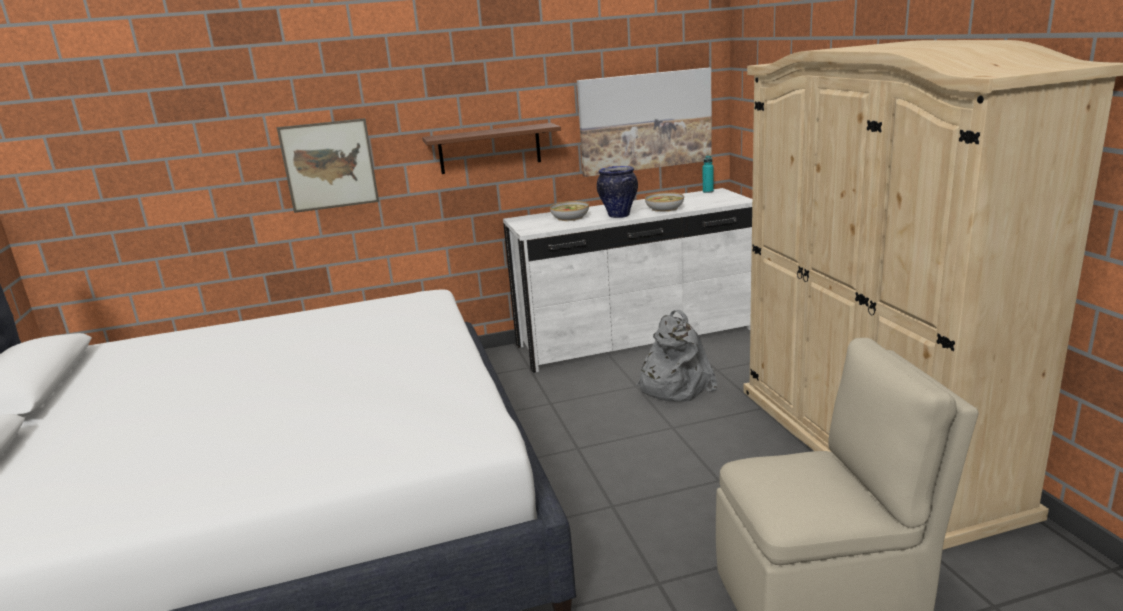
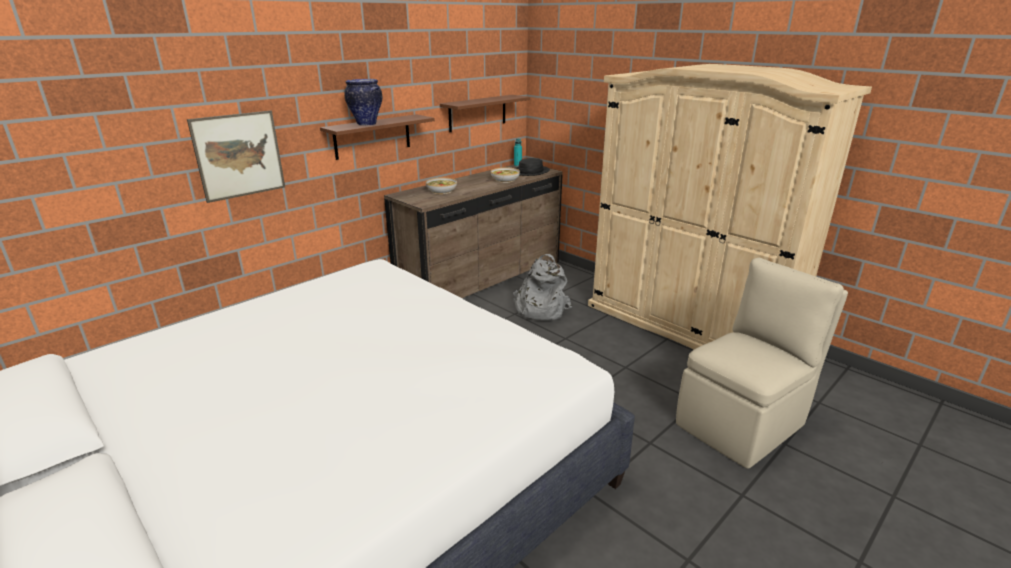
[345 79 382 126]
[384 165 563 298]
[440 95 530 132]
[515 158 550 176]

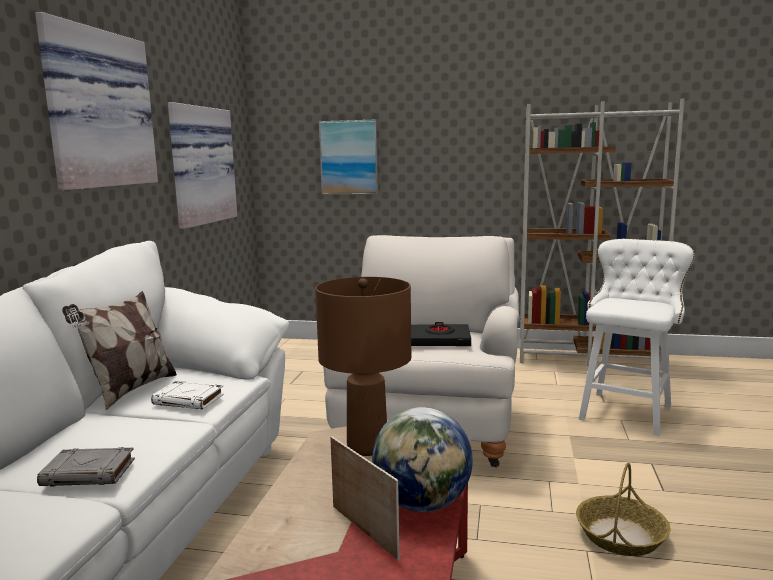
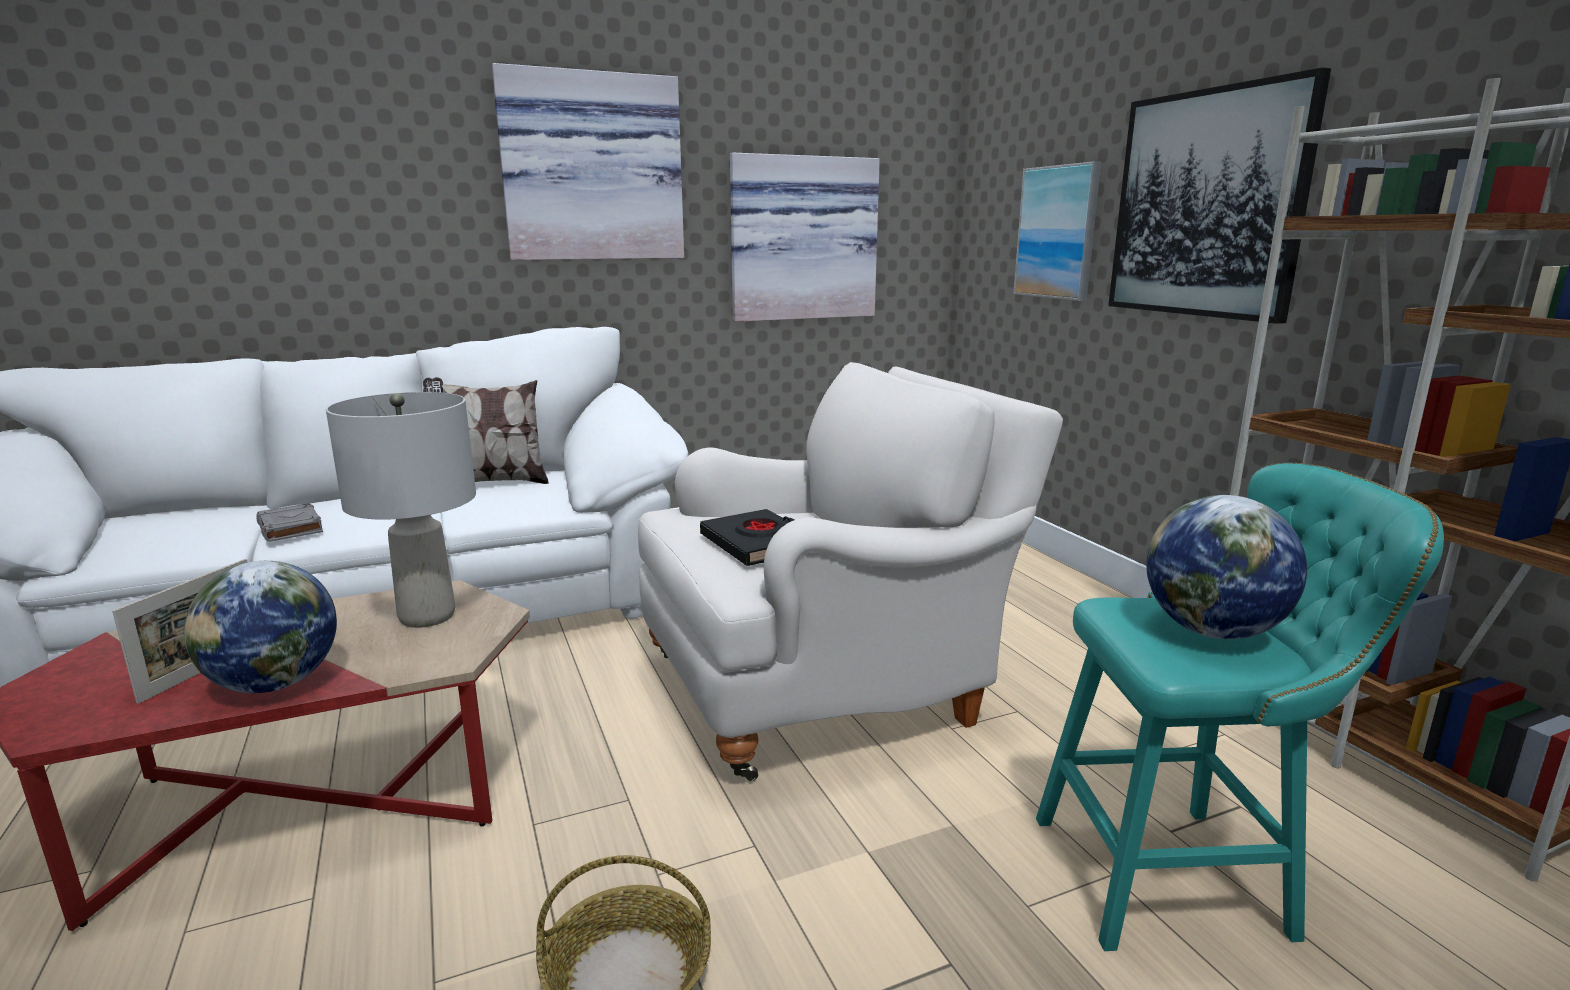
[326 392 476 628]
[1036 463 1444 951]
[1108 67 1331 324]
[1146 495 1307 639]
[151 381 224 409] (first image)

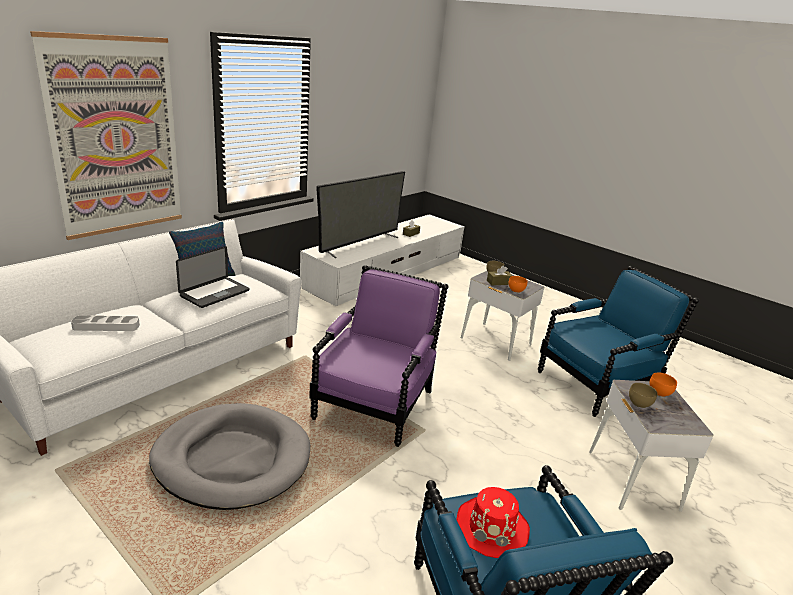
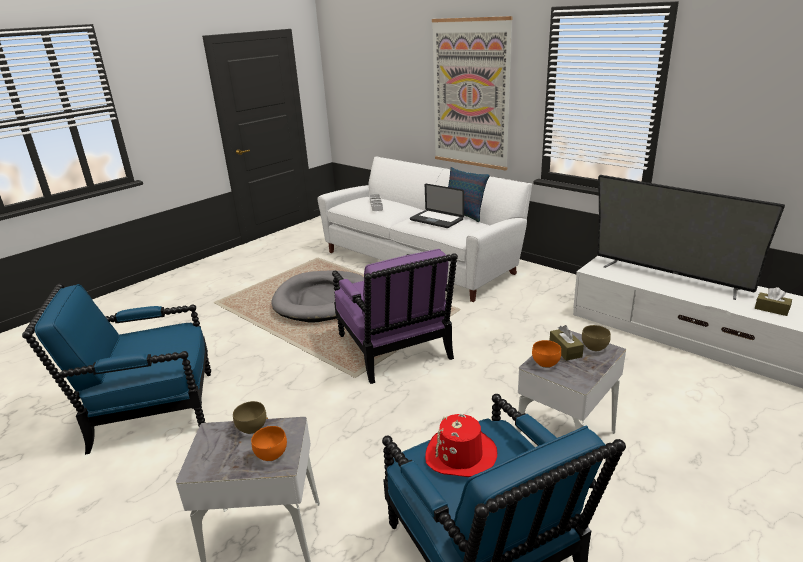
[332 249 458 384]
[425 414 497 477]

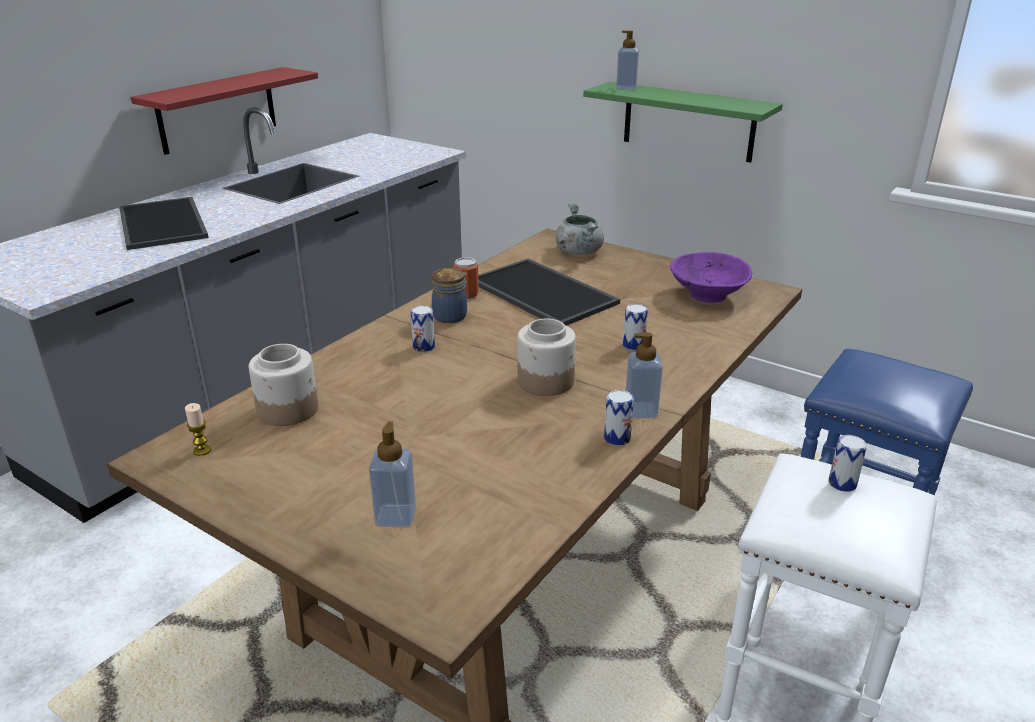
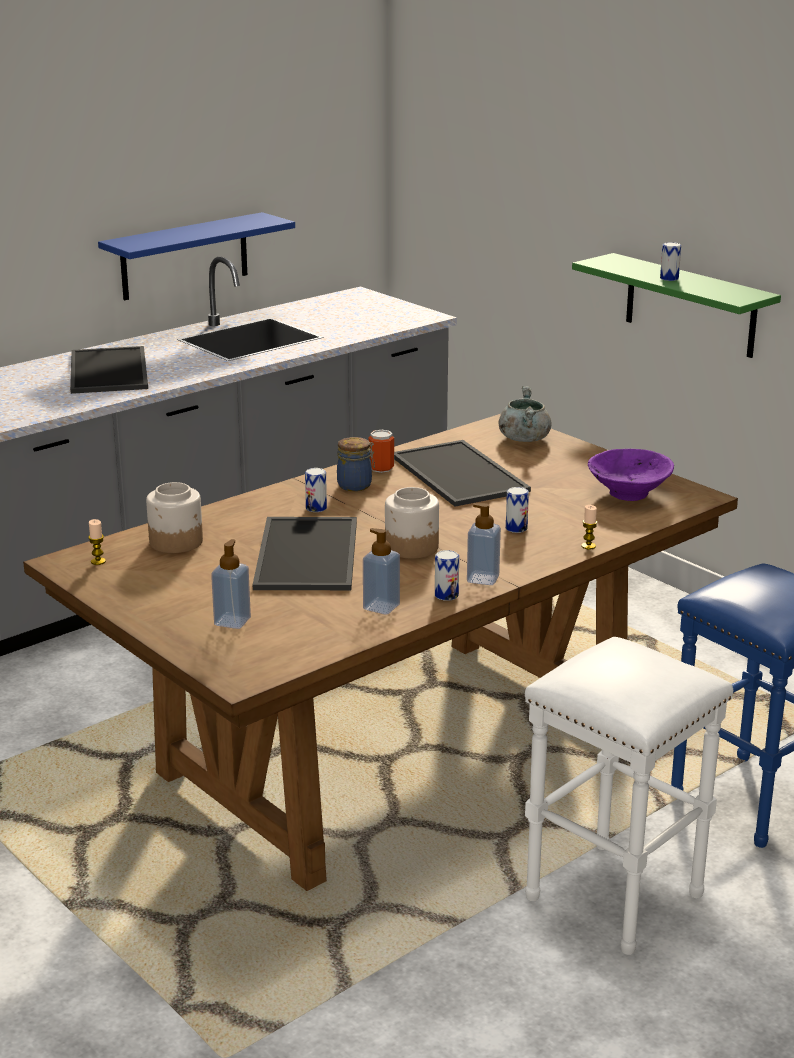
[98 212 295 300]
[253 517 357 590]
[363 528 400 615]
[581 505 597 549]
[660 242 681 281]

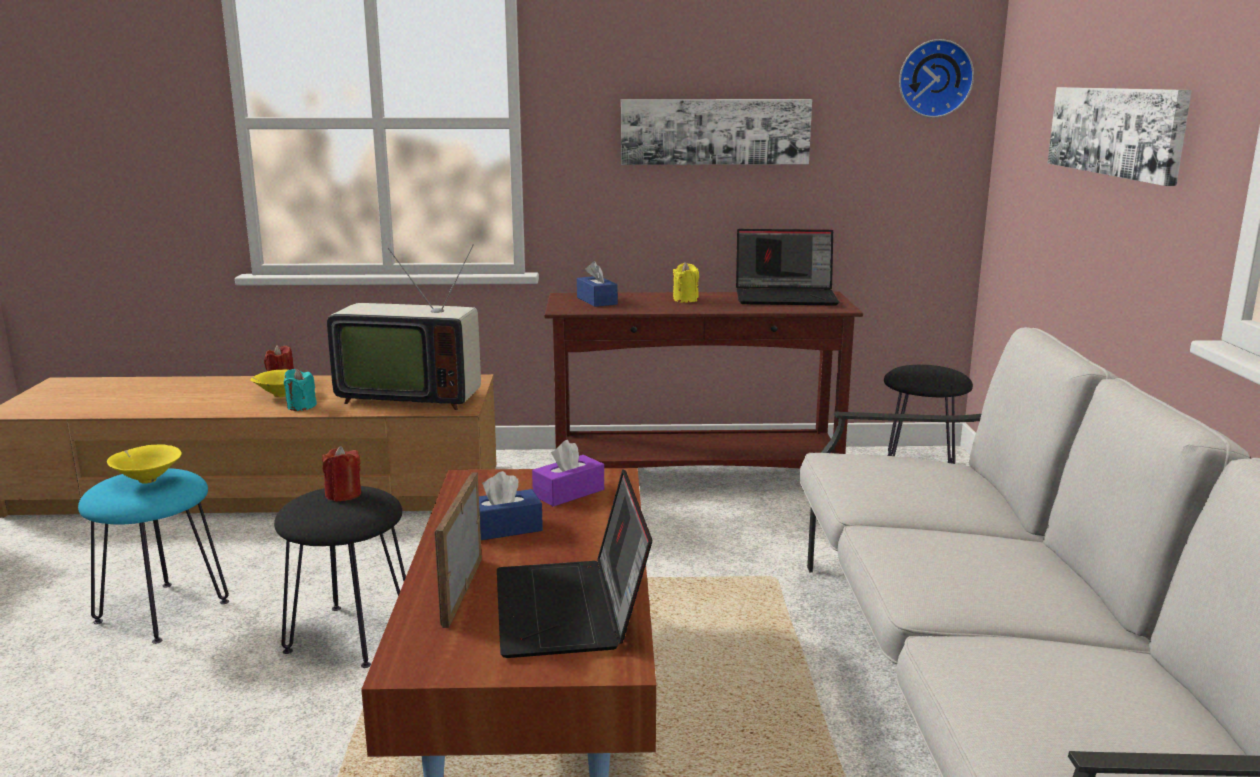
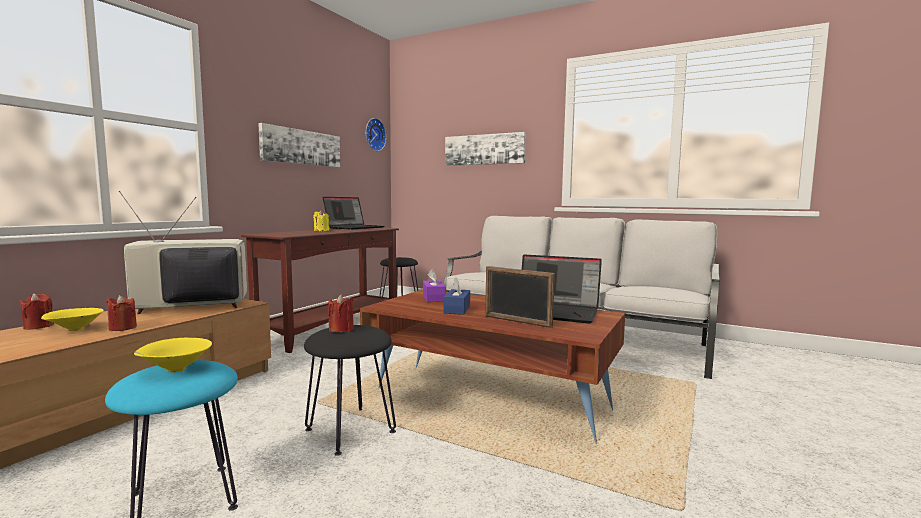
[106 295 137 331]
[119 191 247 314]
[577 261 618 307] (first image)

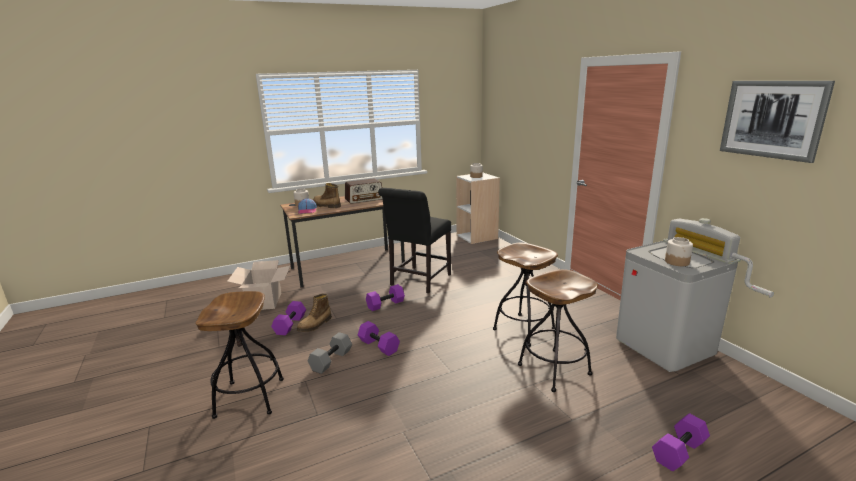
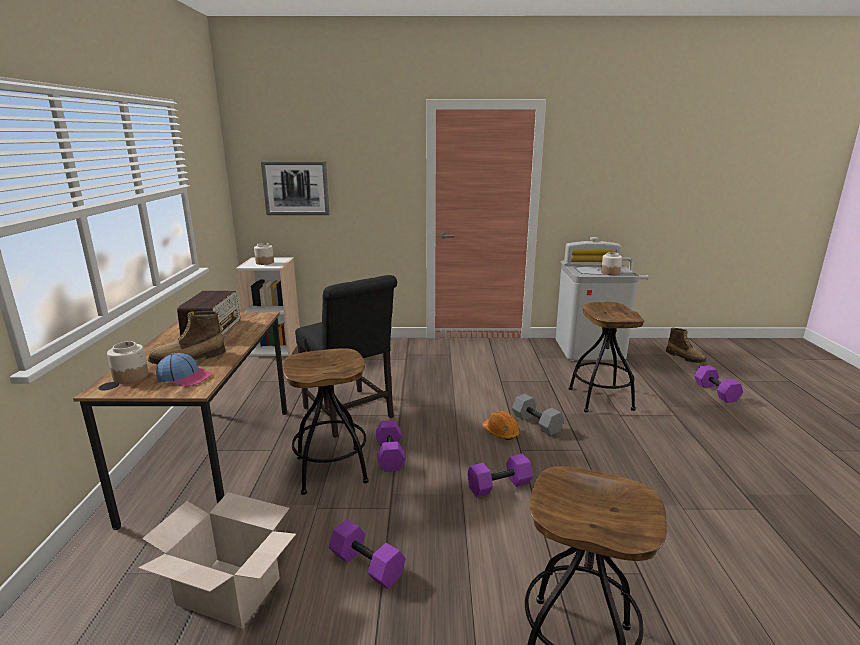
[261 161 329 215]
[282 348 369 495]
[482 411 520 440]
[512 394 564 436]
[666 328 706 363]

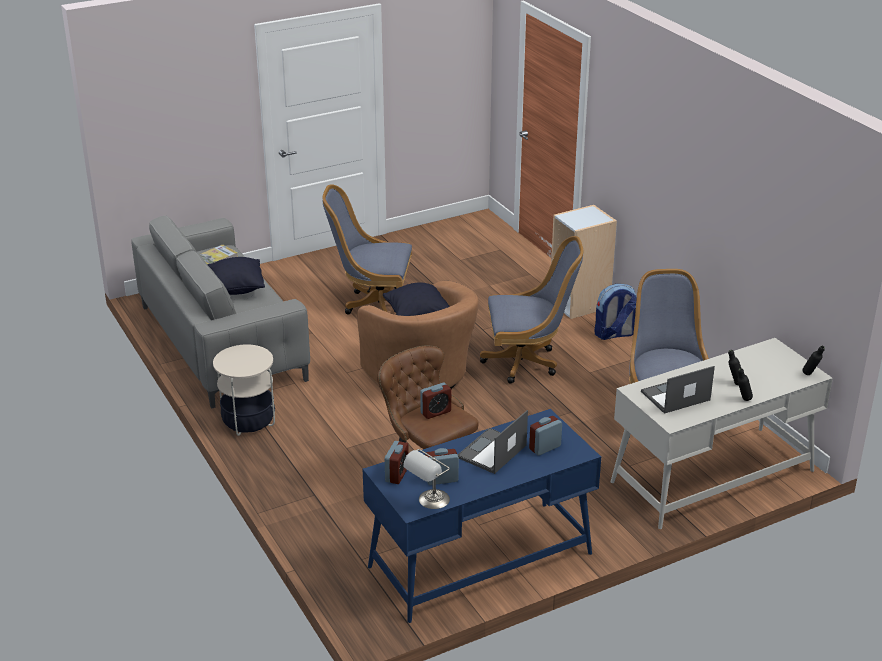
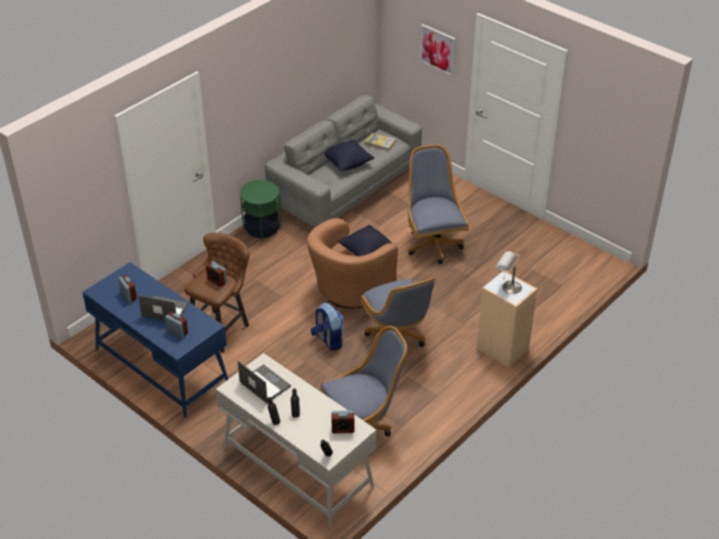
[240 180 281 241]
[311 303 344 351]
[331 411 354 433]
[420 24 456 76]
[496 251 522 294]

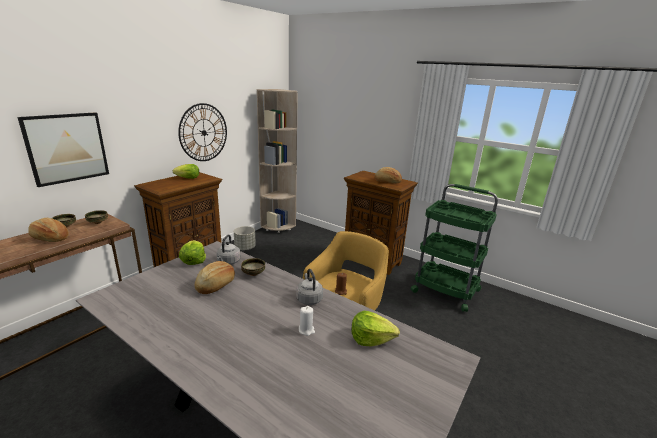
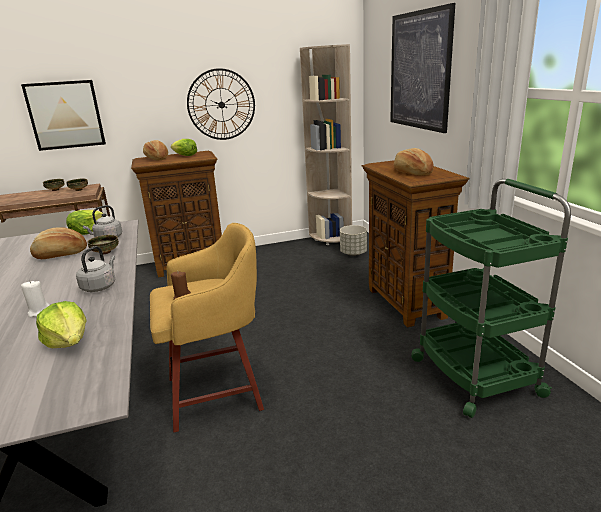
[143 140 168 160]
[340 225 367 256]
[390 3 455 133]

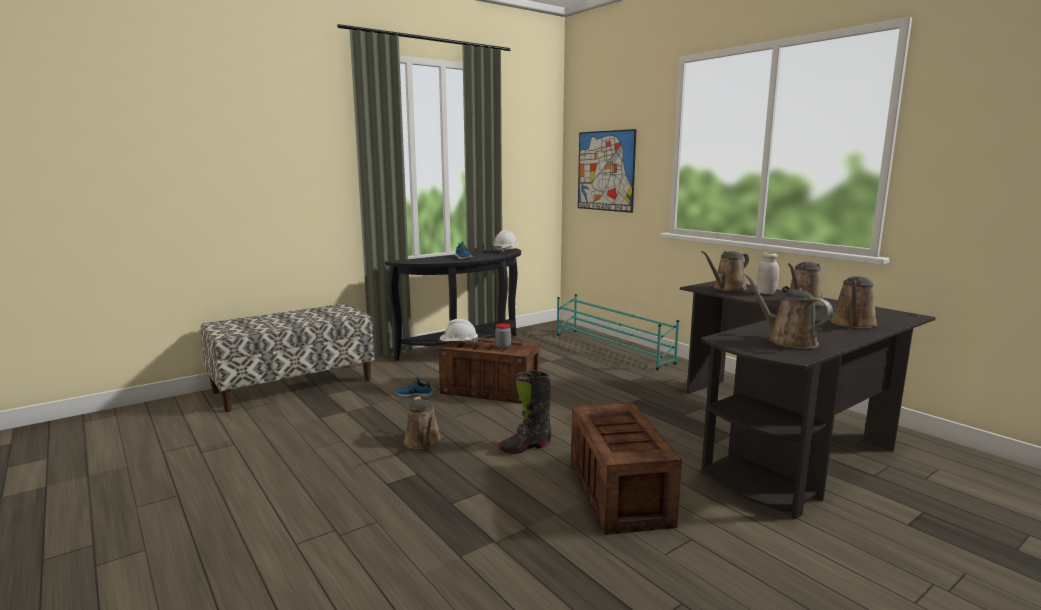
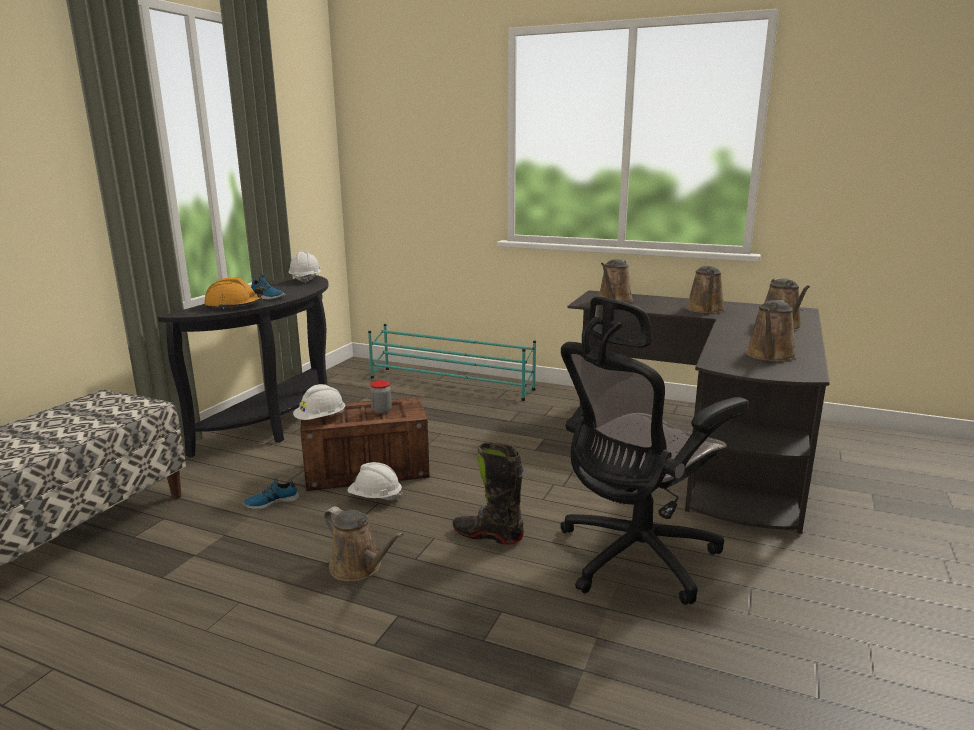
[204 277 264 309]
[347 462 402 501]
[453 442 524 545]
[561 296 749 605]
[745 300 797 362]
[578 129 637 213] (first image)
[757 252 779 294] (first image)

